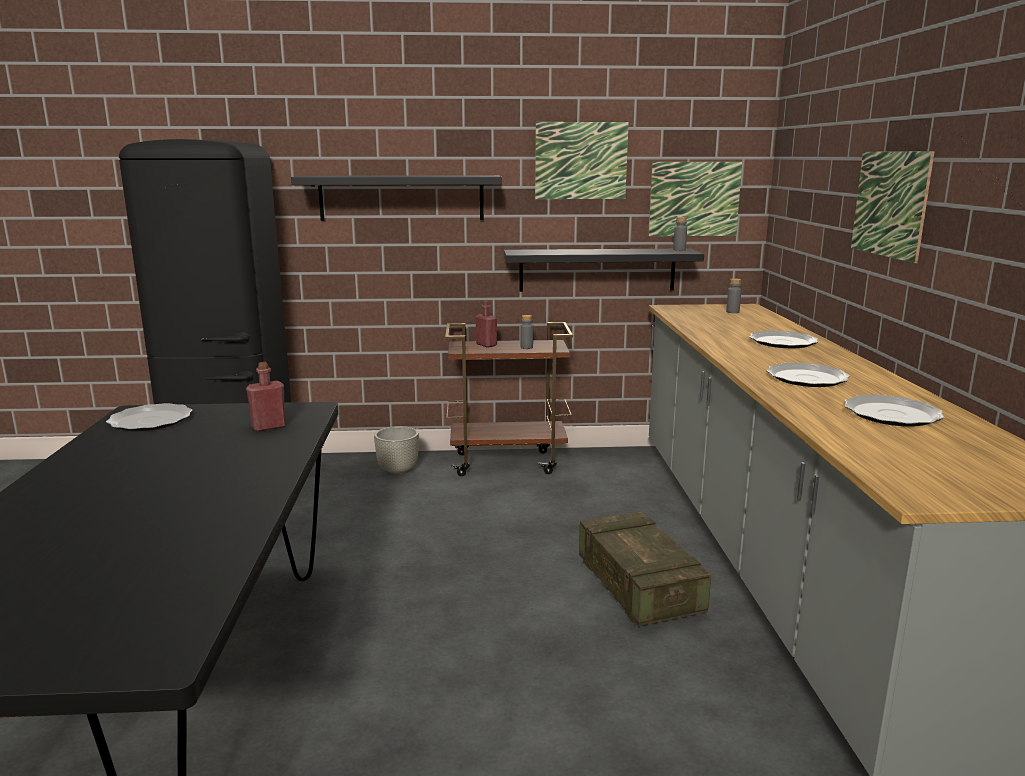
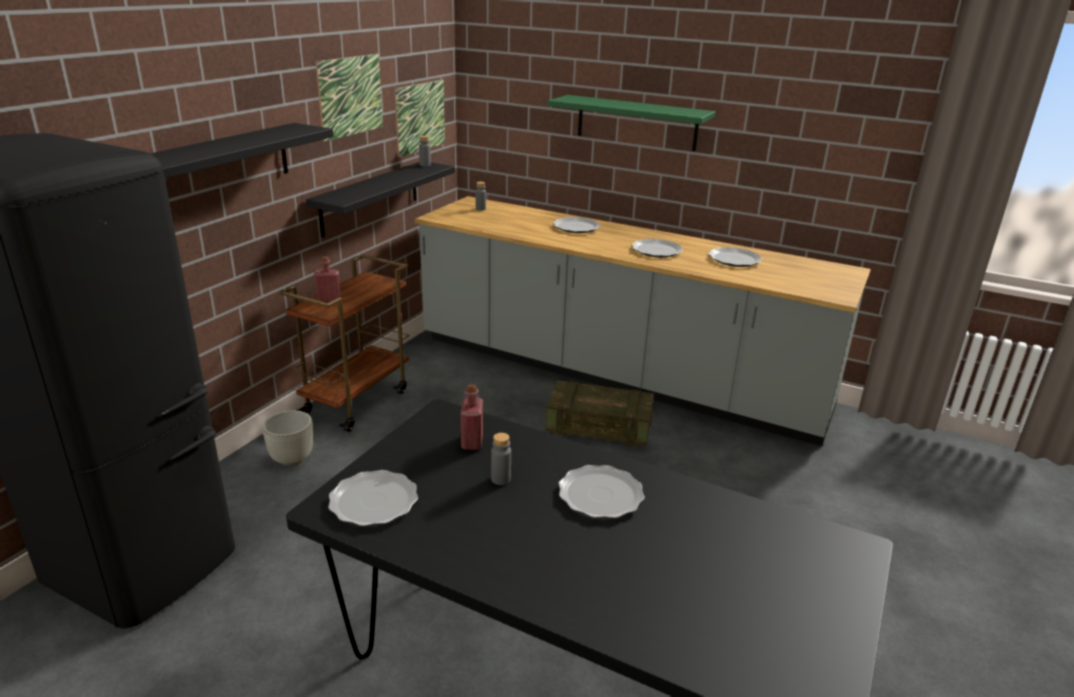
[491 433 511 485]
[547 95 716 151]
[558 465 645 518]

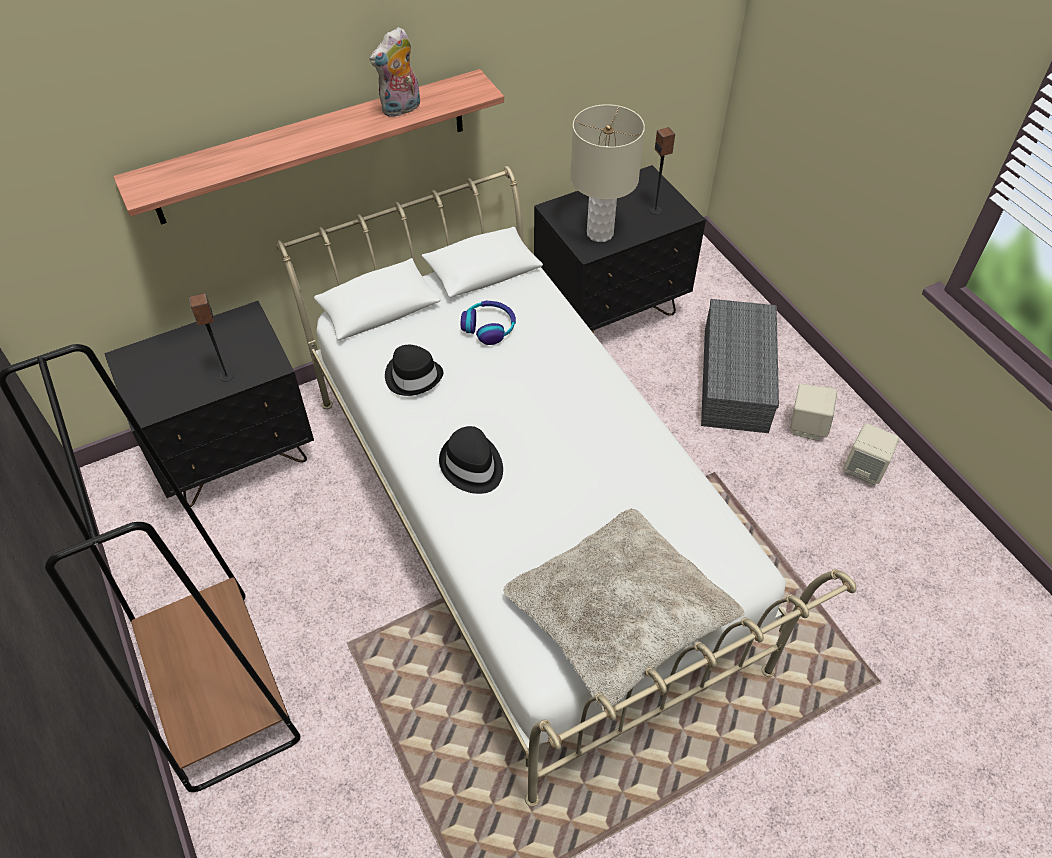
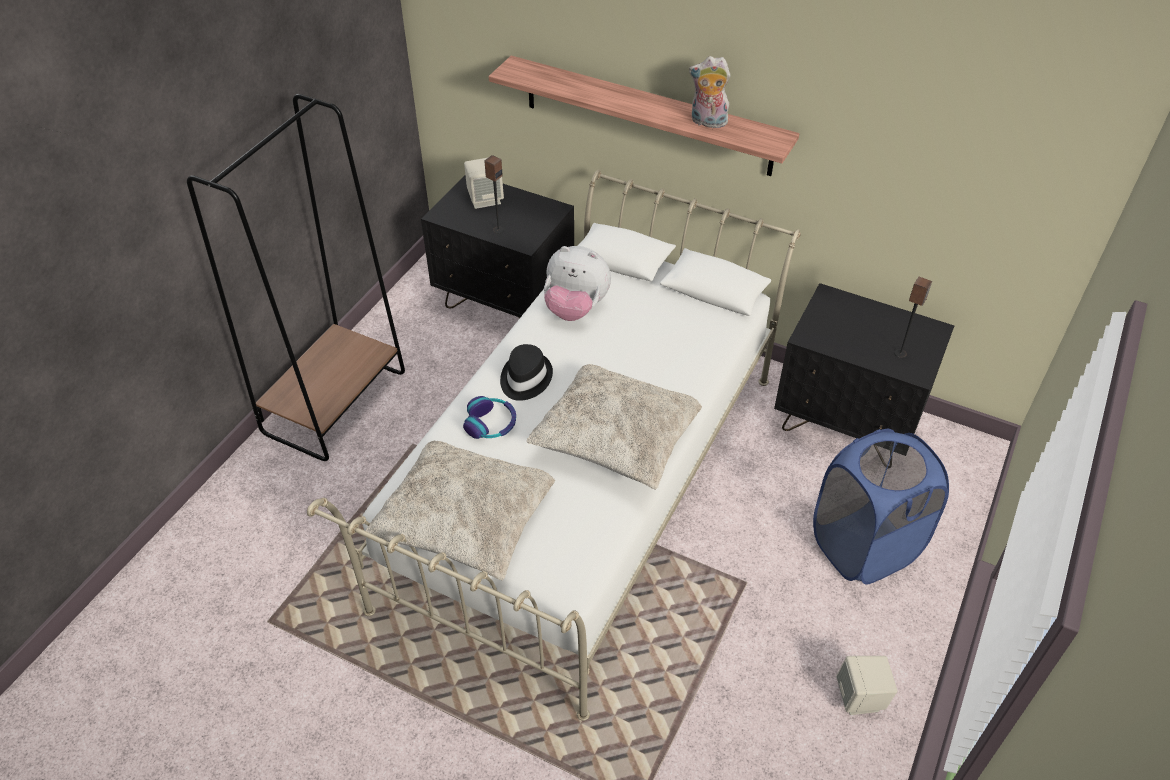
[463 396 516 439]
[464 158 504 209]
[527 364 702 490]
[544 246 611 321]
[813 429 949 585]
[570 104 645 242] (first image)

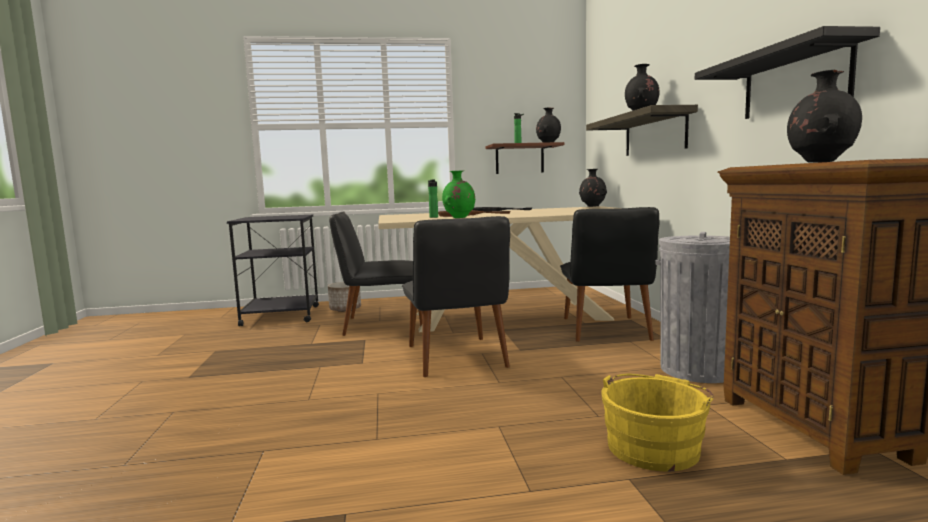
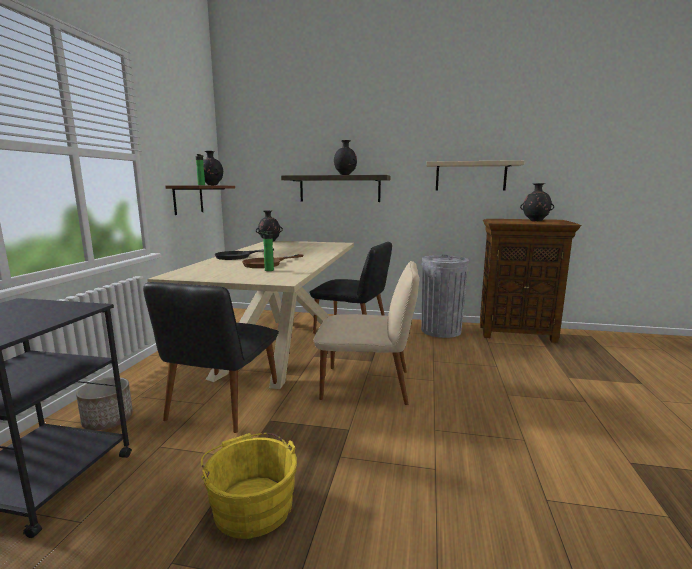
[201 433 297 539]
[314 261 419 405]
[426 160 525 190]
[442 170 475 218] (first image)

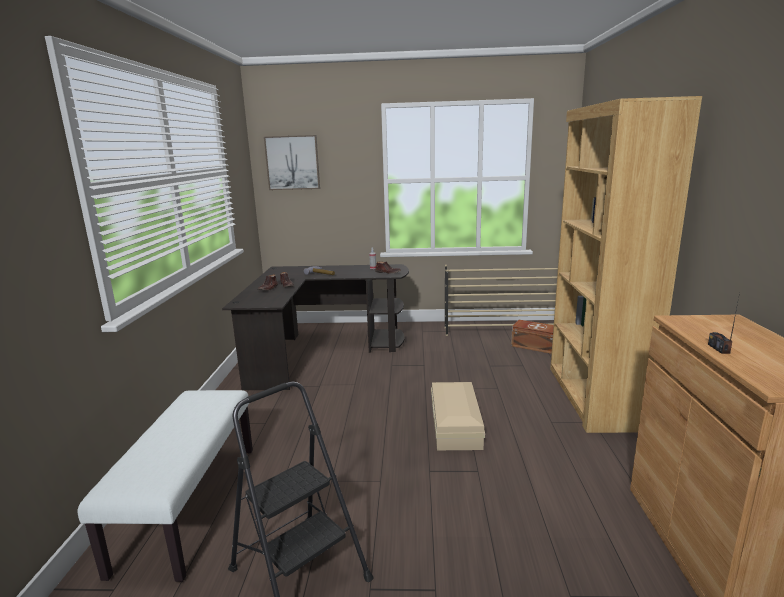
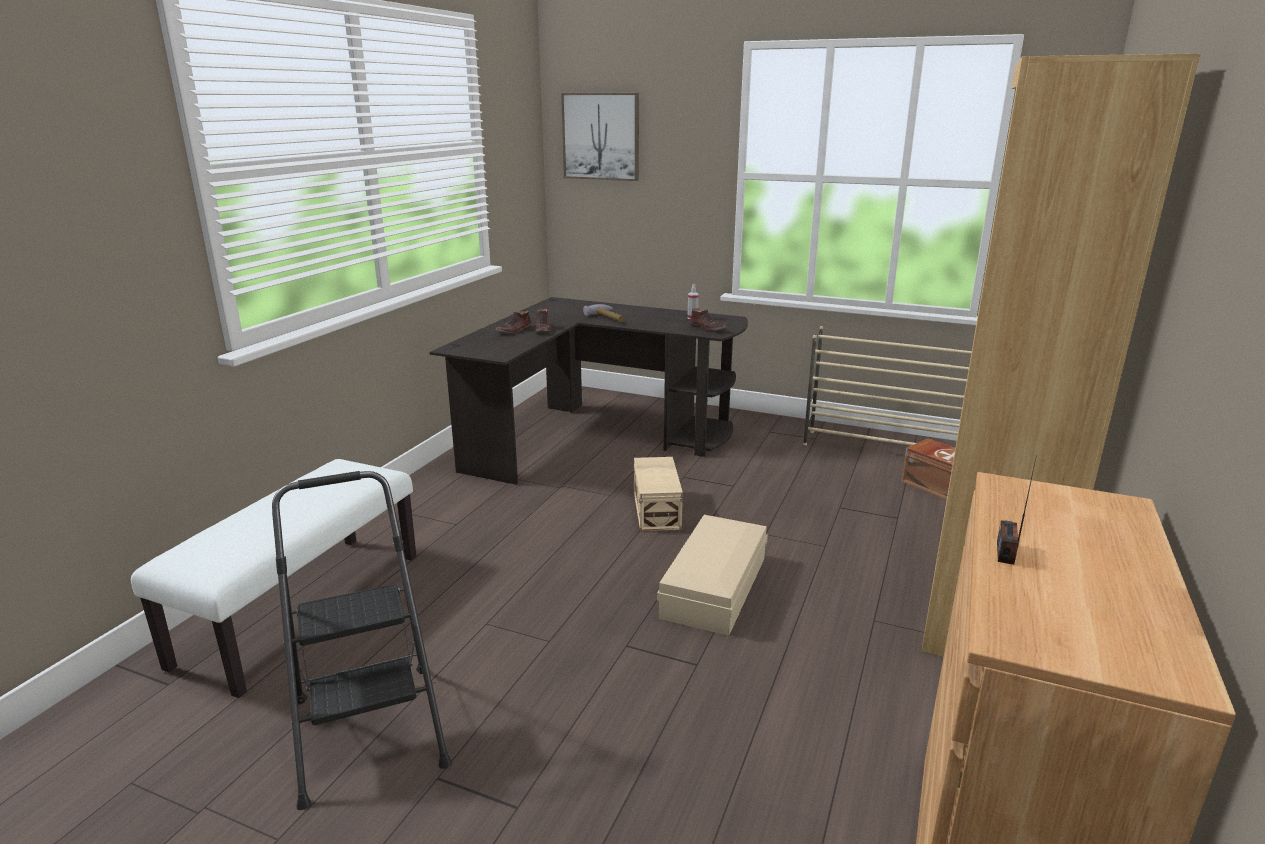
[634 457 683 531]

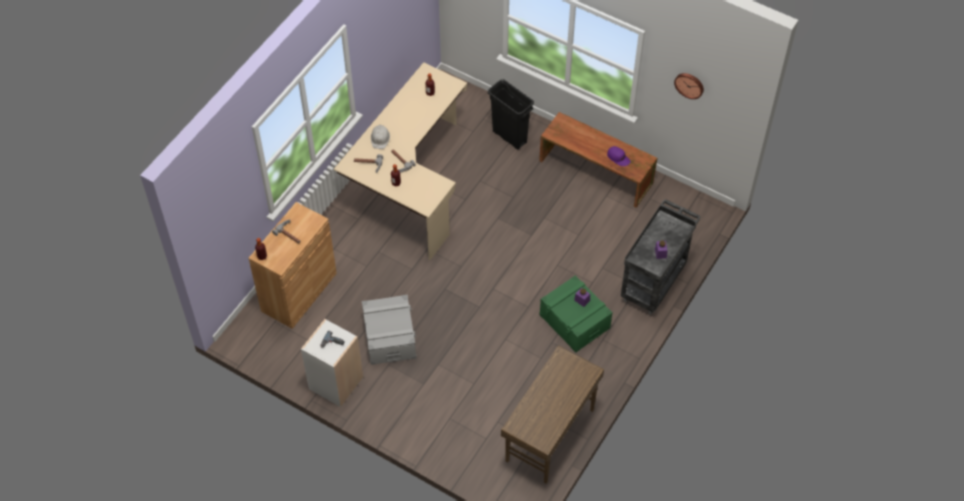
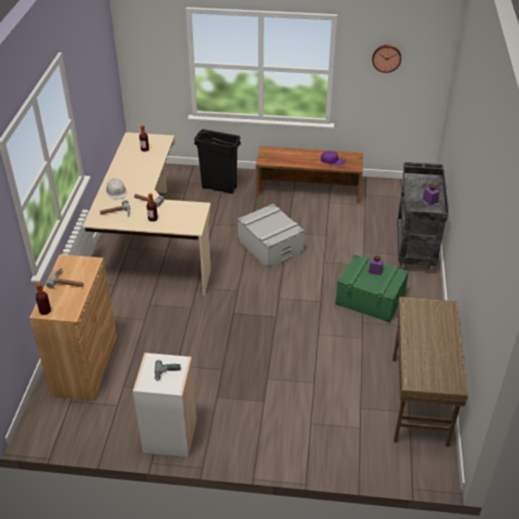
[237 204 304 269]

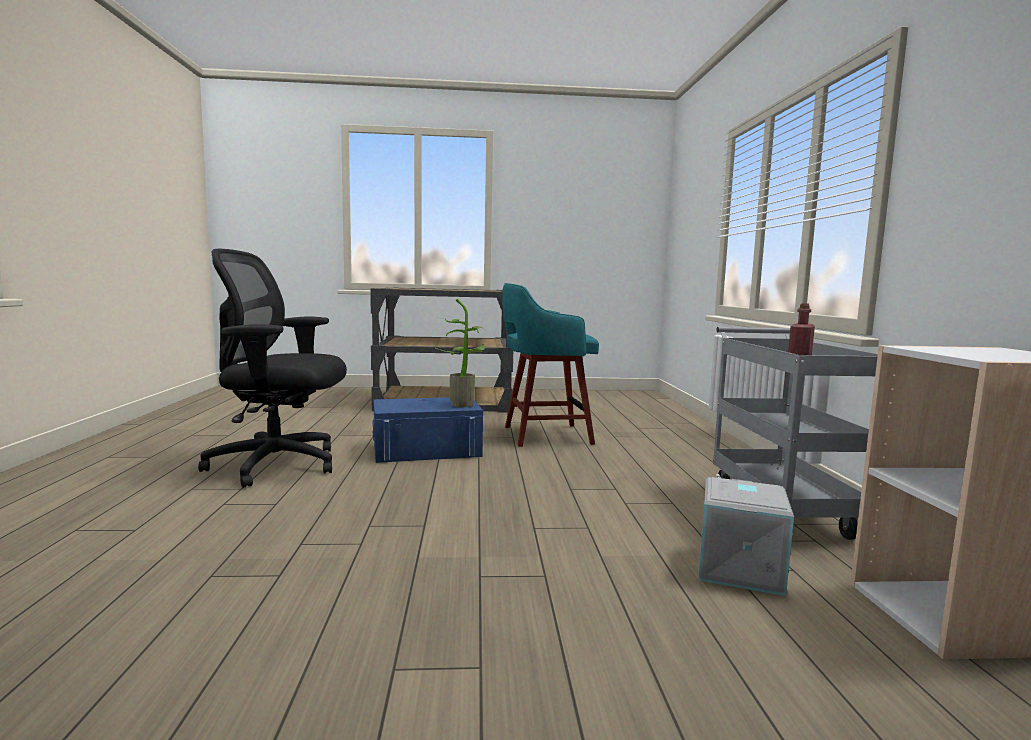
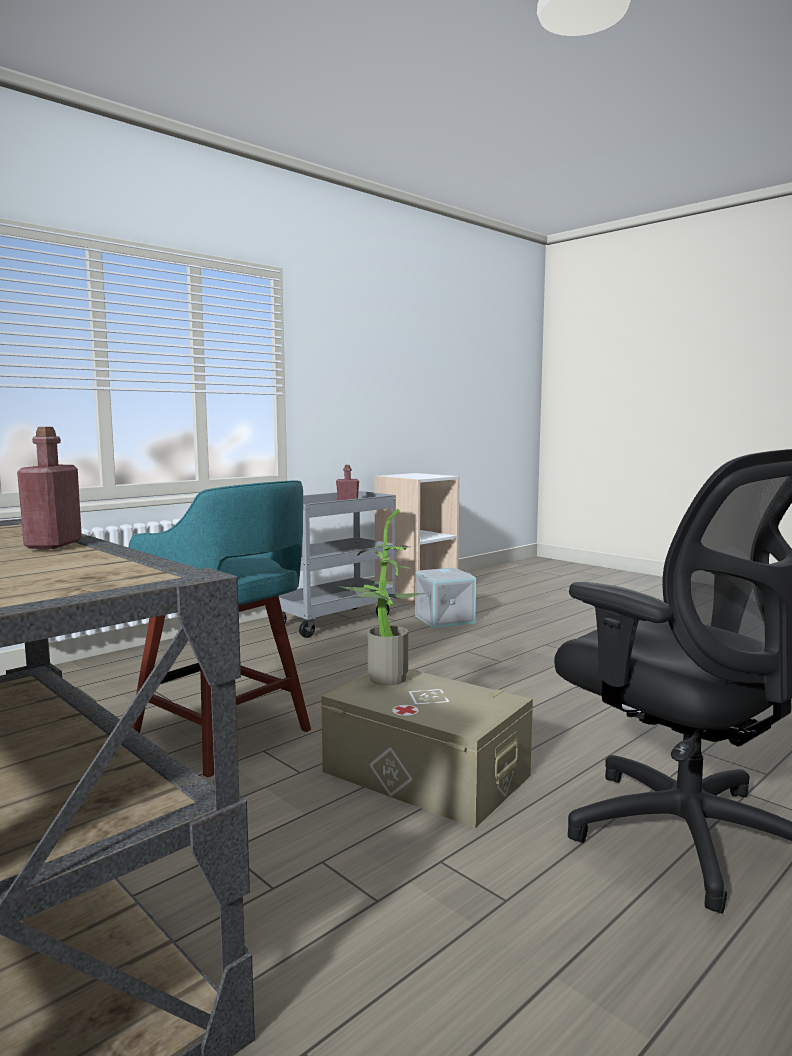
[17 427 82 549]
[321 669 533 828]

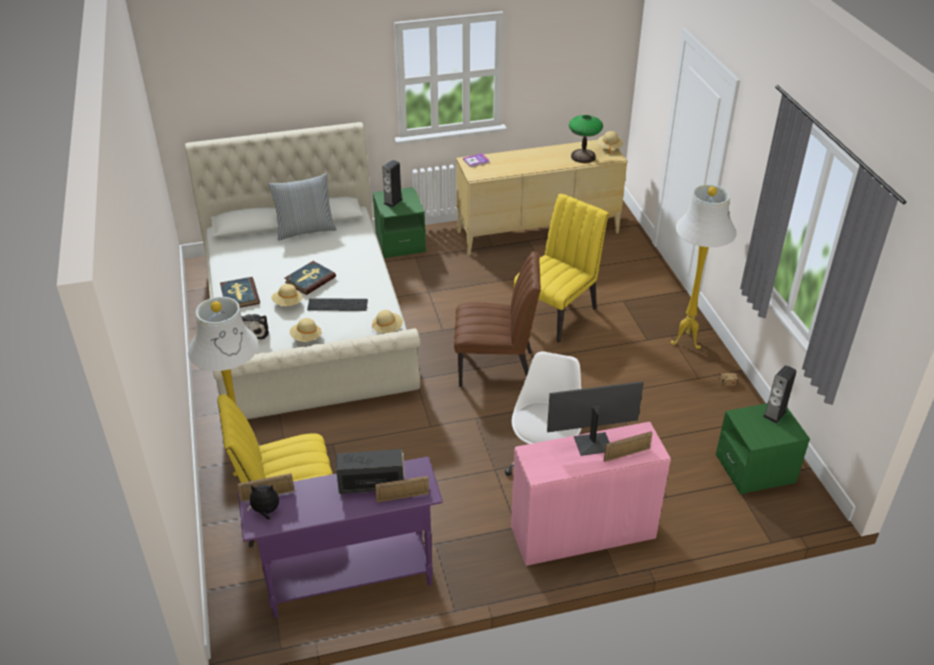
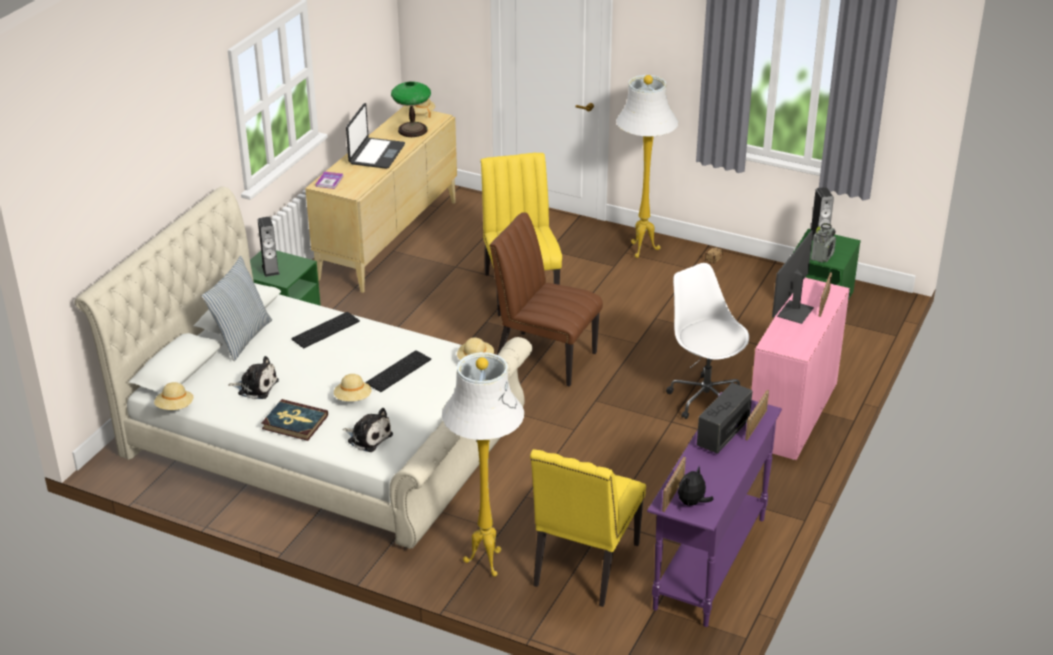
[154 382 194 410]
[228 356 279 399]
[291 312 360 348]
[346 103 405 169]
[490 213 603 387]
[811 223 836 263]
[285 261 336 295] (first image)

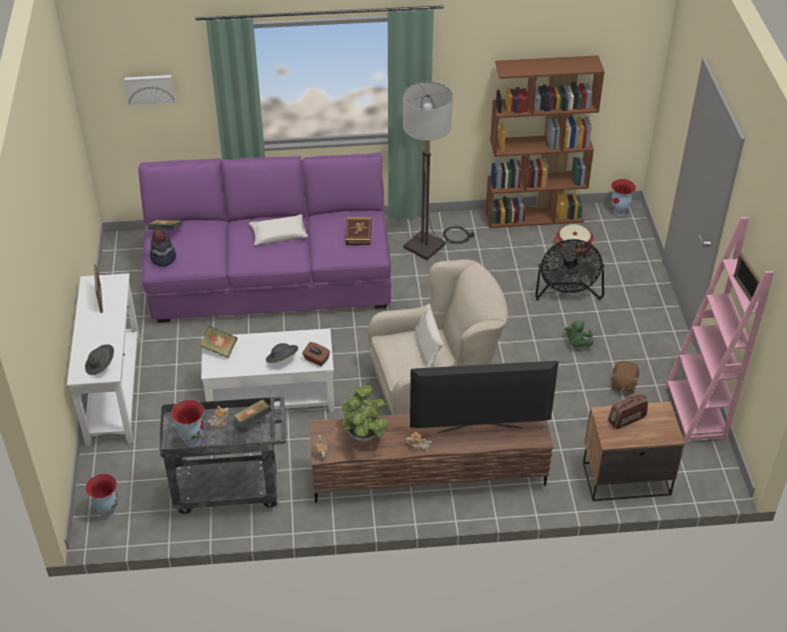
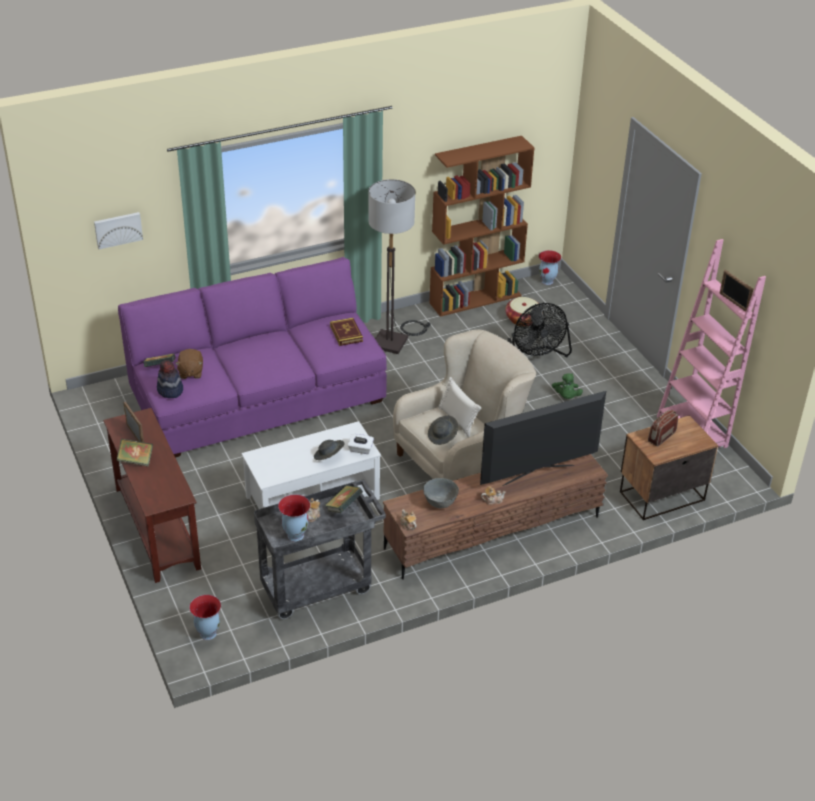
[103 408 201 583]
[117 439 153 467]
[175 349 203 379]
[348 434 374 454]
[423 478 459 508]
[428 416 458 445]
[249 214 308 245] (first image)

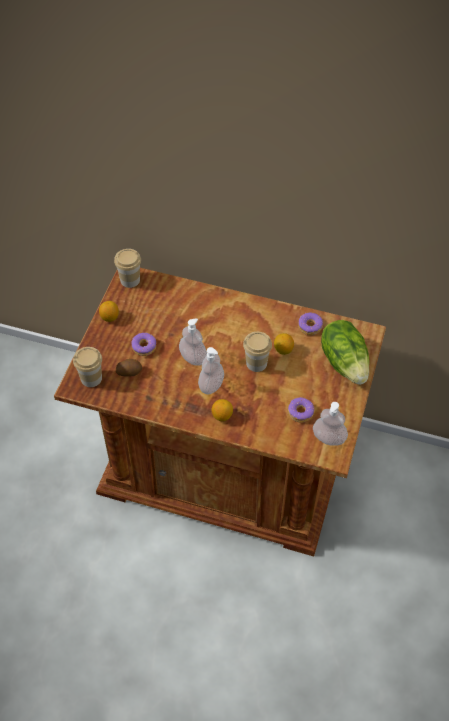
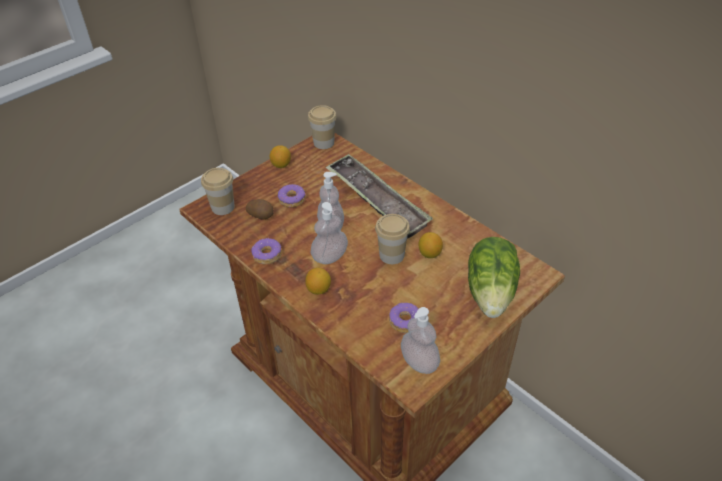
[251 238 282 265]
[325 154 433 238]

